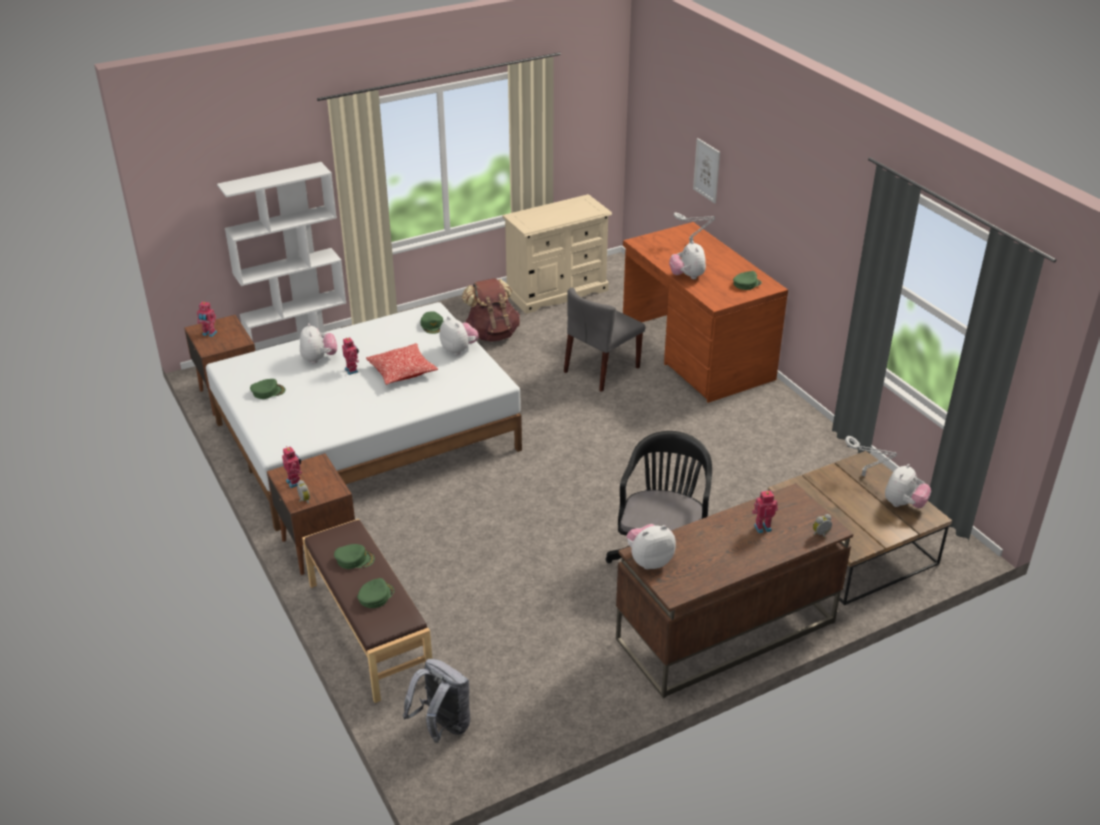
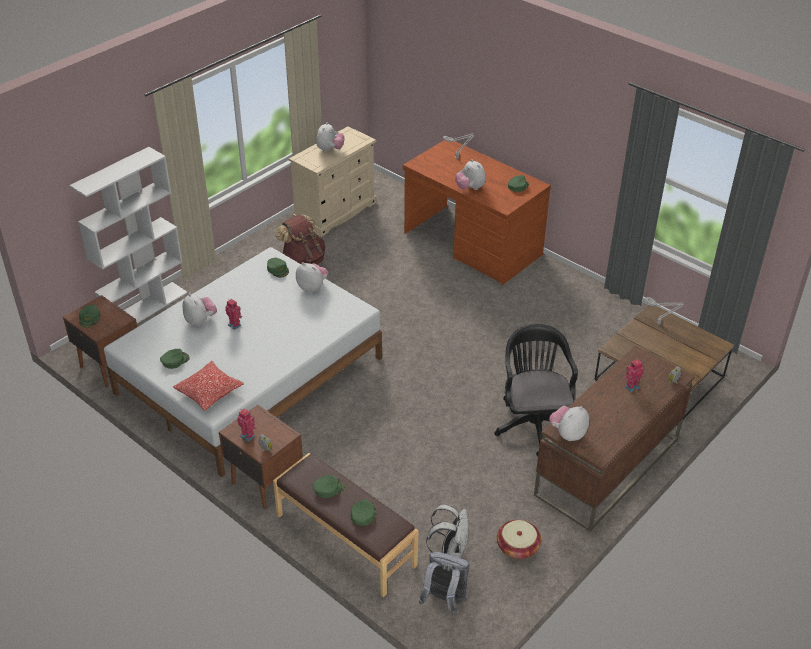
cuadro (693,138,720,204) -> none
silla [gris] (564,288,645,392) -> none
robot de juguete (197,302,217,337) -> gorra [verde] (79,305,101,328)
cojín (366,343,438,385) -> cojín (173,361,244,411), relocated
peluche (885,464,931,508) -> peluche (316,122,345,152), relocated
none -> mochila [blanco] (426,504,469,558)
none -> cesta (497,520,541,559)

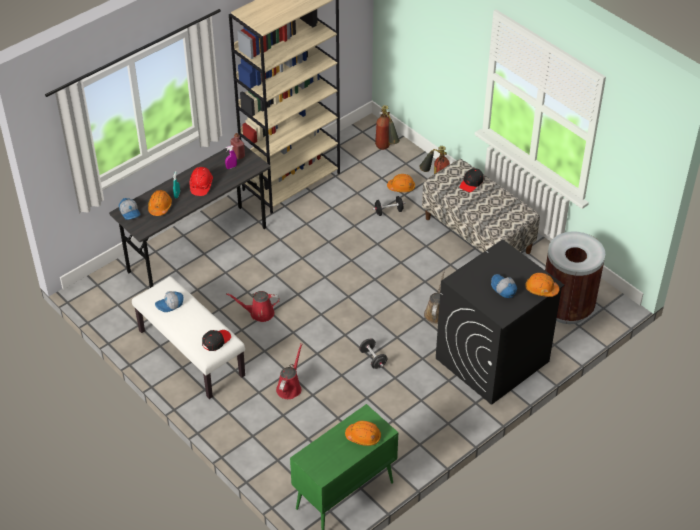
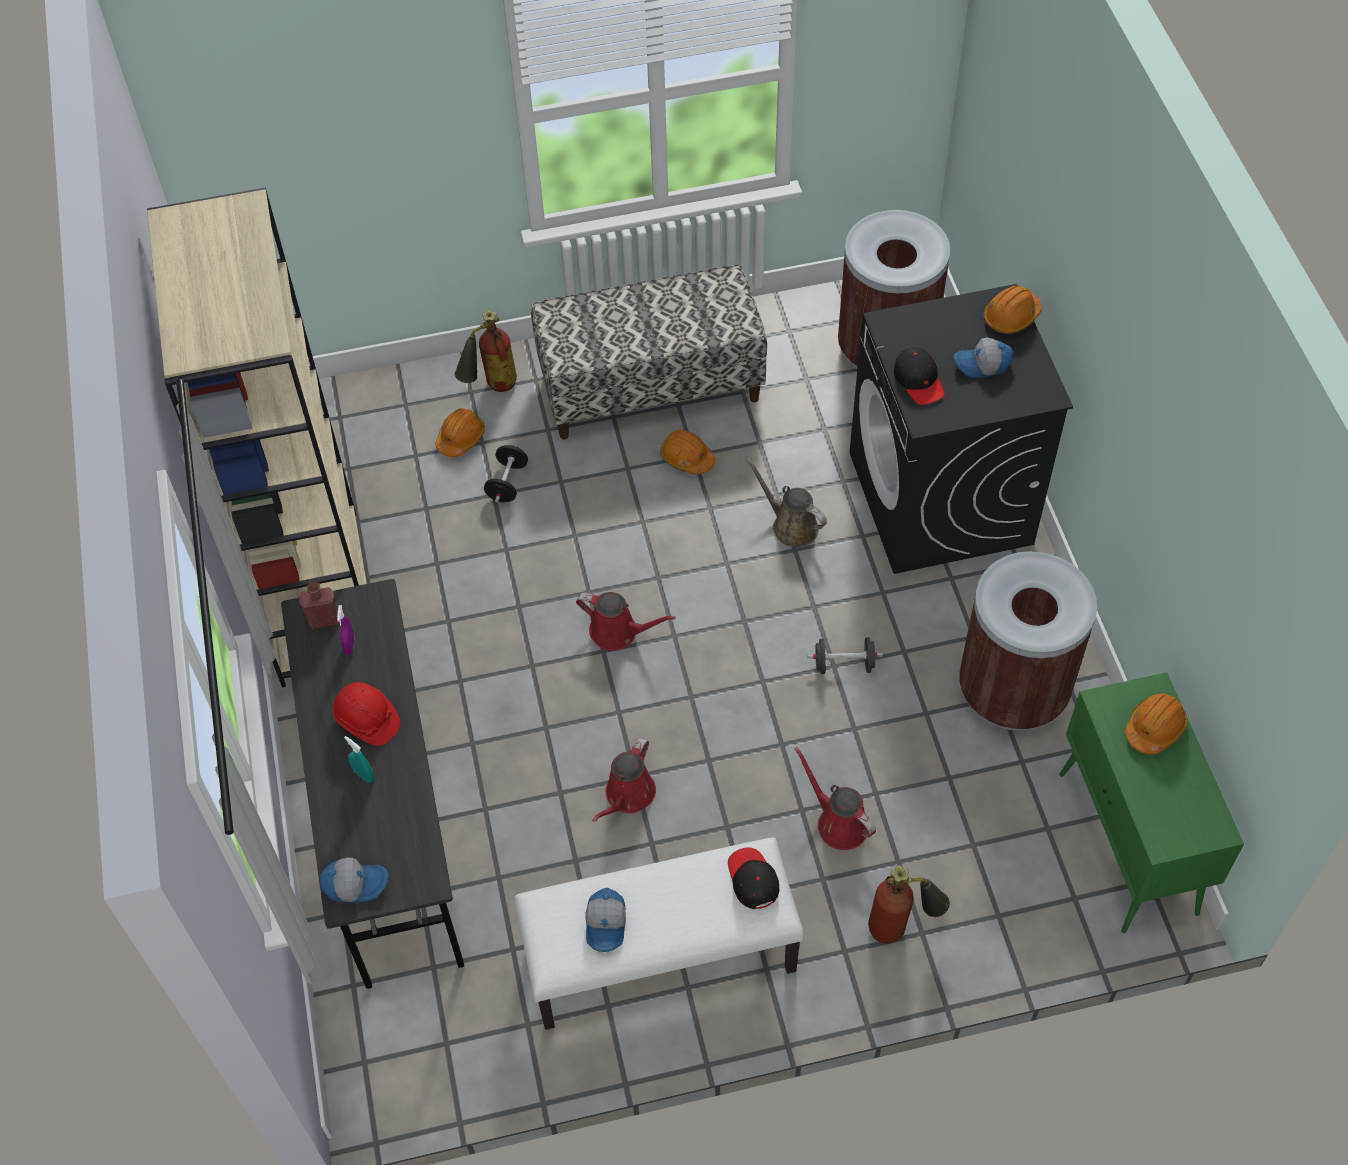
extintor (375,105,400,150) -> extintor (868,865,950,944), relocated
gorra [negro] (459,168,483,192) -> gorra [negro] (894,347,945,405), relocated
casco [naranja] (148,190,172,216) -> casco [naranja] (660,430,715,475), relocated
none -> papelera [marrón] (959,551,1097,730)
none -> regadera [rojo] (576,592,676,651)

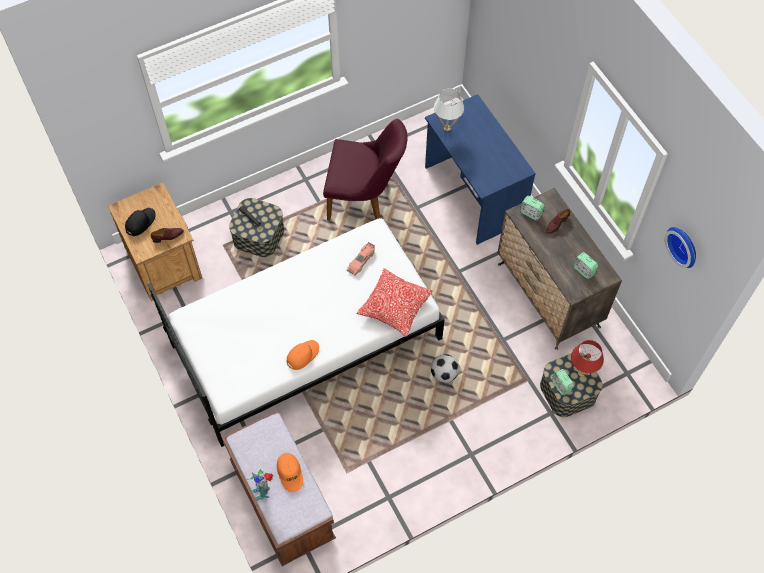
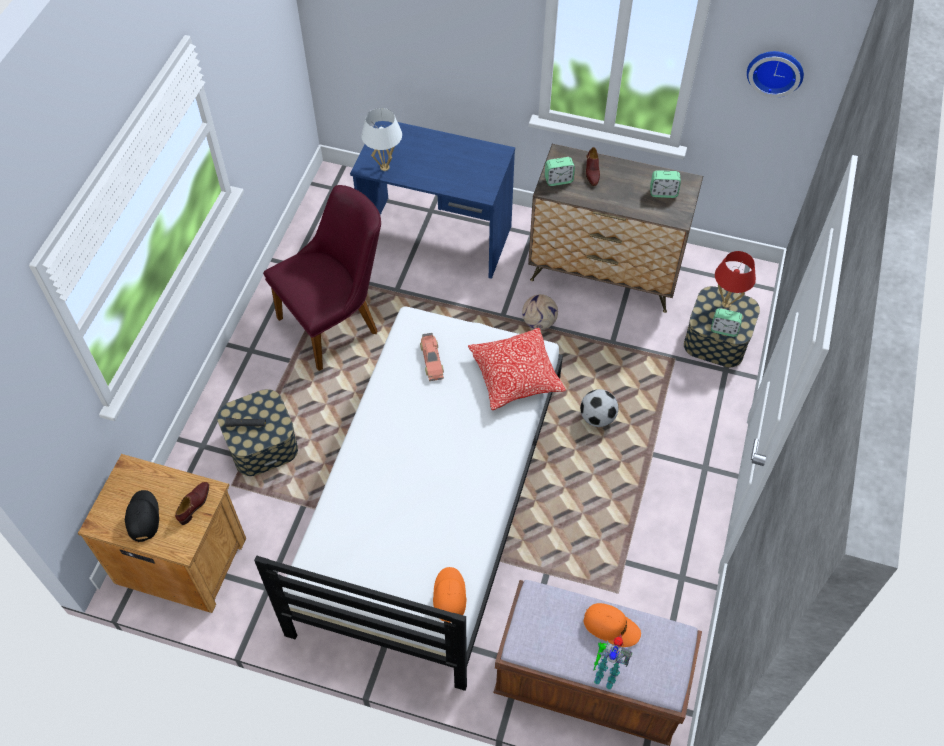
gorra [naranja] (287,340,319,370) -> gorra [naranja] (433,567,466,622), relocated
none -> balón de fútbol (522,294,558,330)

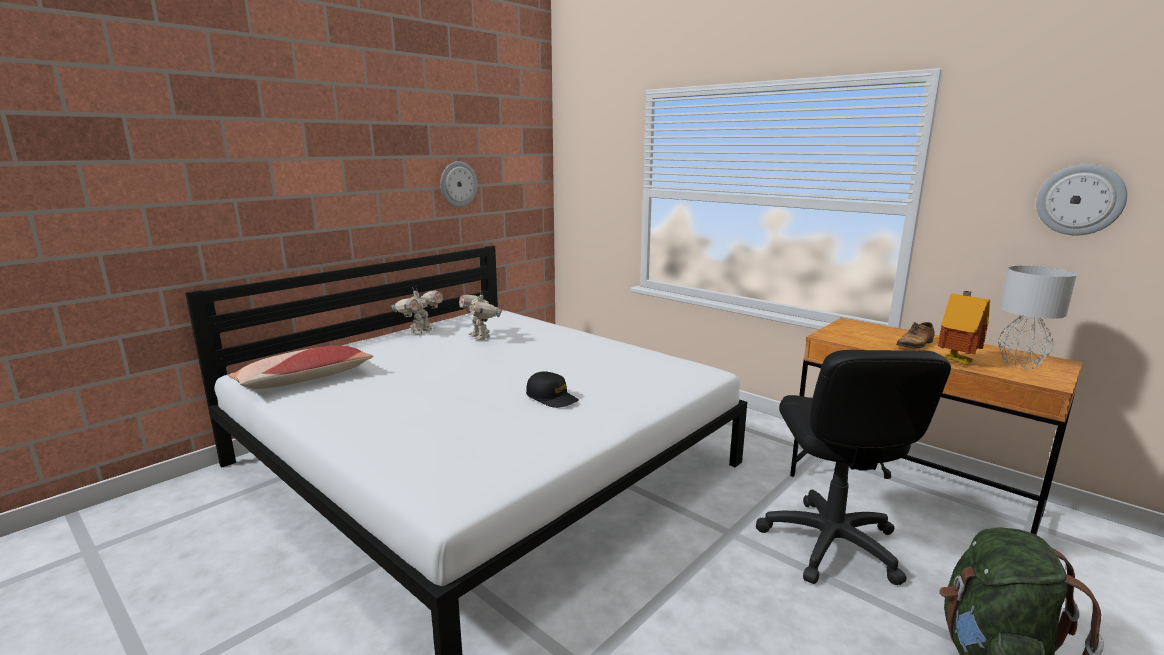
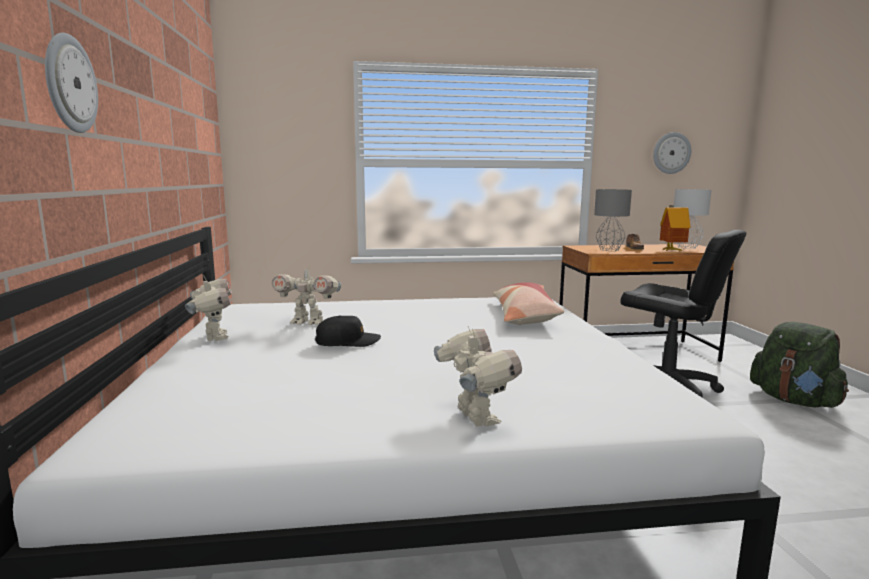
reloj de pared (440,161,477,207) -> reloj de pared (45,33,98,133), relocated
cojín (229,346,374,389) -> cojín (493,282,564,325), relocated
gorra [negro] (526,371,579,408) -> gorra [negro] (315,315,381,347), relocated
none -> lámpara de mesa [gris] (594,189,632,251)
none -> robot de juguete (434,327,522,427)

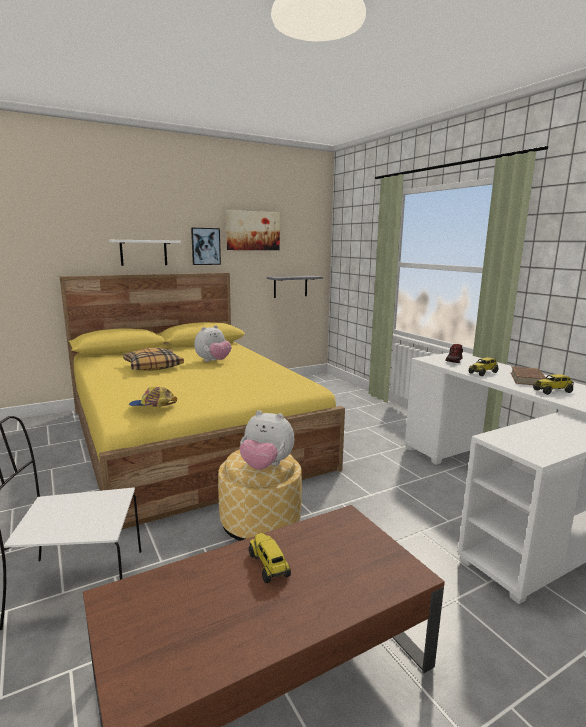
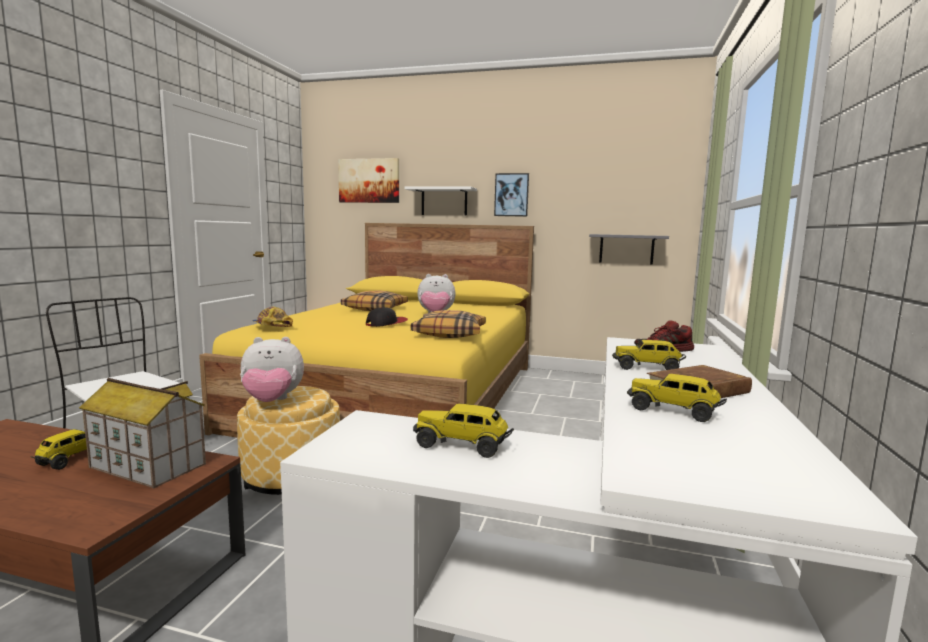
cuadro (226,210,280,250) -> cuadro (338,158,399,203), relocated
peluche (239,410,294,470) -> peluche (240,337,304,402), 75 degrees counterclockwise
none -> gorra (366,307,408,327)
none -> cojín (411,310,486,338)
none -> casita (79,378,206,489)
none -> camión de juguete (413,404,514,458)

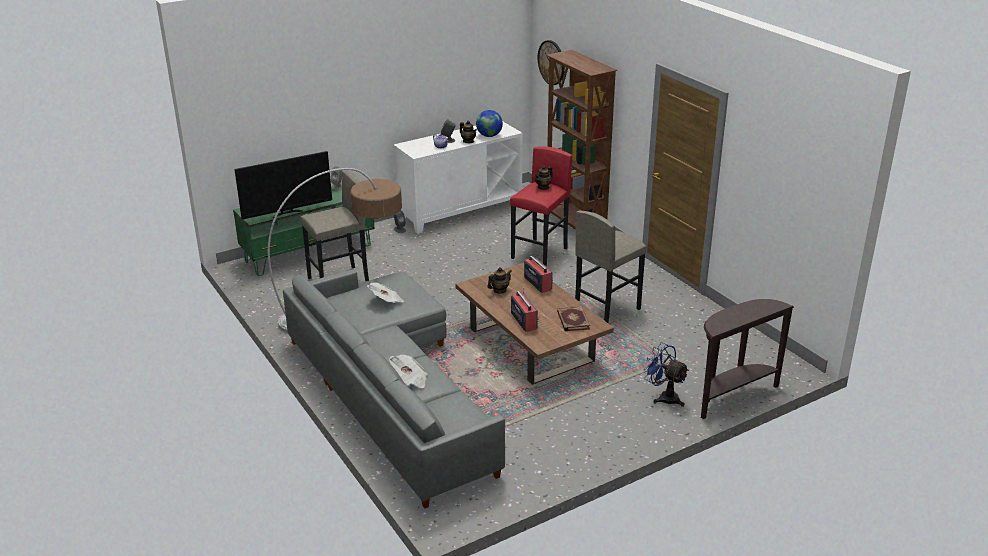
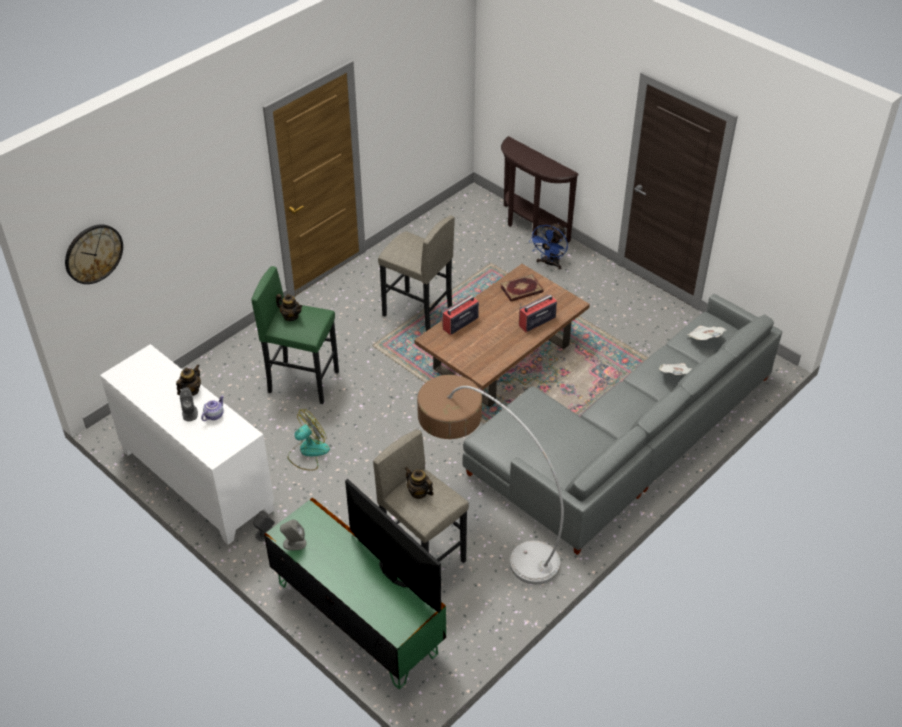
estantería [marrón] (546,50,617,230) -> none
globo terráqueo (476,110,503,137) -> none
taburete [rojo] (510,146,572,267) -> taburete [verde] (251,266,339,404)
tetera (487,267,512,293) -> tetera (404,467,434,499), relocated
periódico (367,283,404,303) -> periódico (687,326,726,340), relocated
none -> ventilador (288,409,330,471)

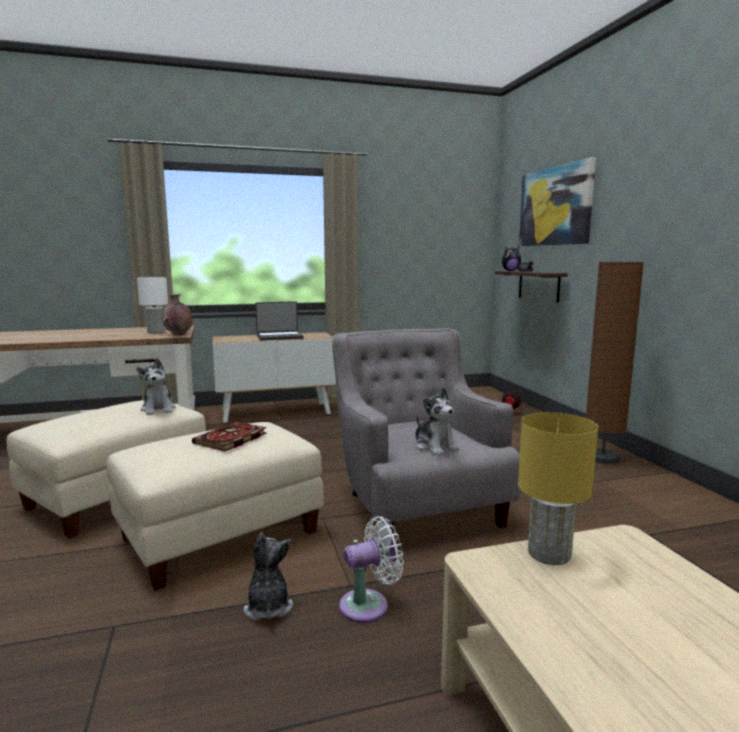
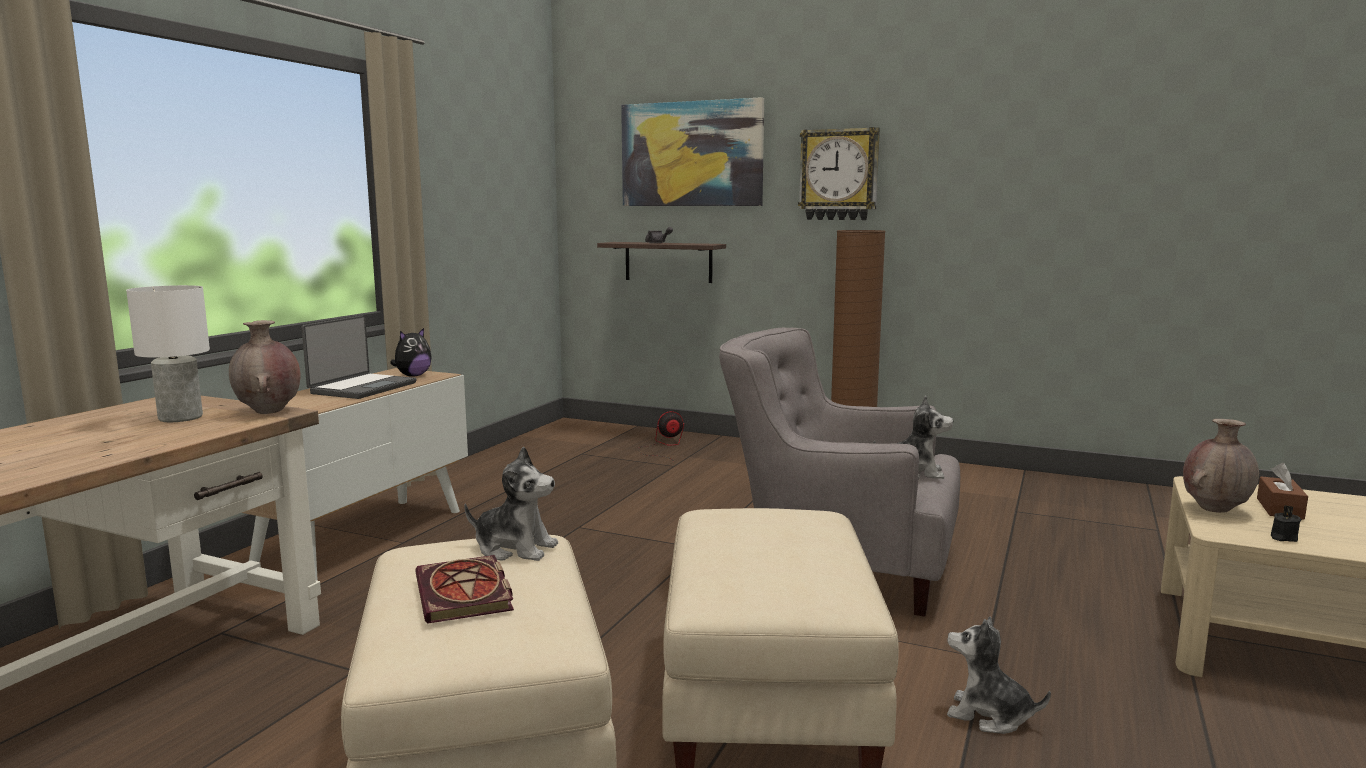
peluche (502,246,521,271) -> peluche (390,328,432,377), relocated
lámpara de mesa [amarillo] (518,412,598,565) -> florero [marrón] (1183,419,1259,513)
libro (192,422,267,451) -> libro (415,555,514,624), relocated
ventilador [blanco] (339,516,404,623) -> none
none -> reloj de pared (798,127,880,220)
none -> caja de pañuelos [marrón] (1257,463,1308,520)
none -> vela [negro] (1271,505,1302,542)

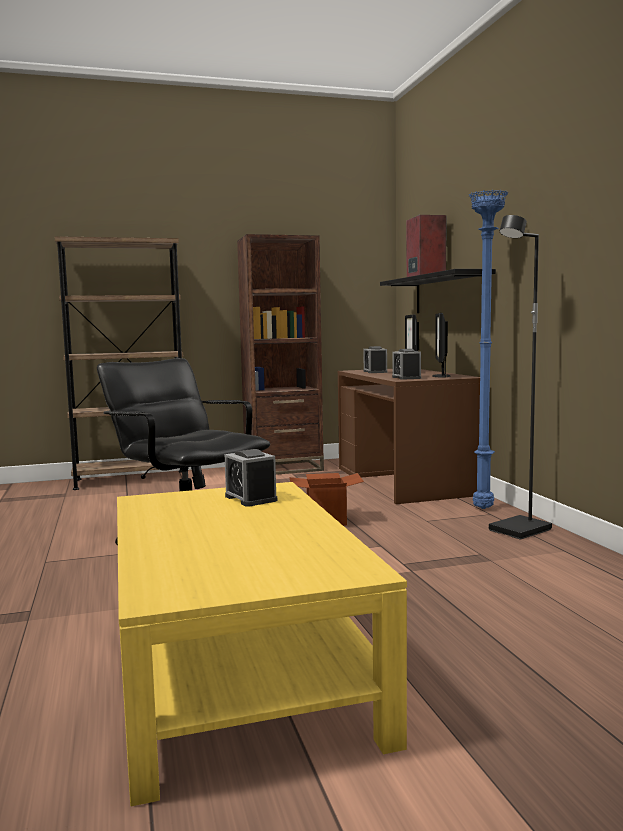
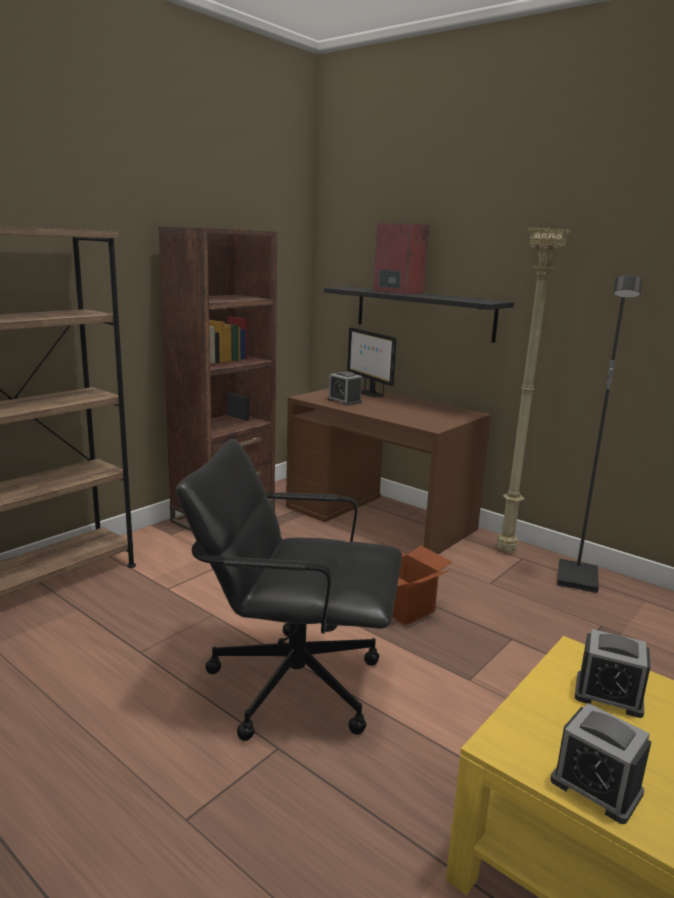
lámpara de pie [azul] (469,190,508,509) -> lámpara de pie [beis] (497,227,571,552)
monitor (432,313,450,378) -> none
despertador (392,349,421,380) -> despertador (550,703,651,824), relocated

